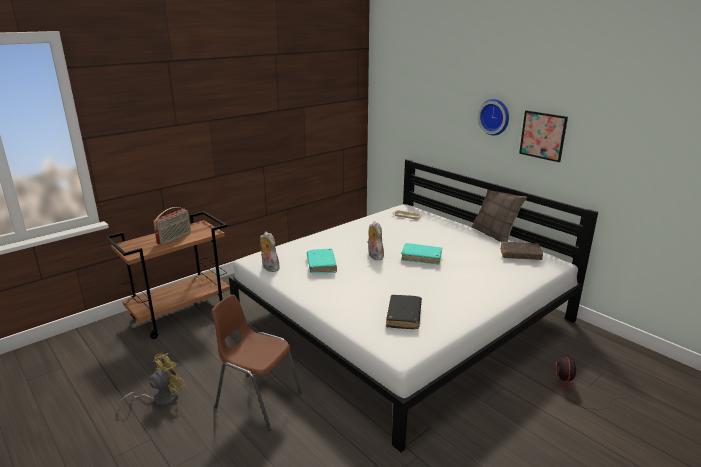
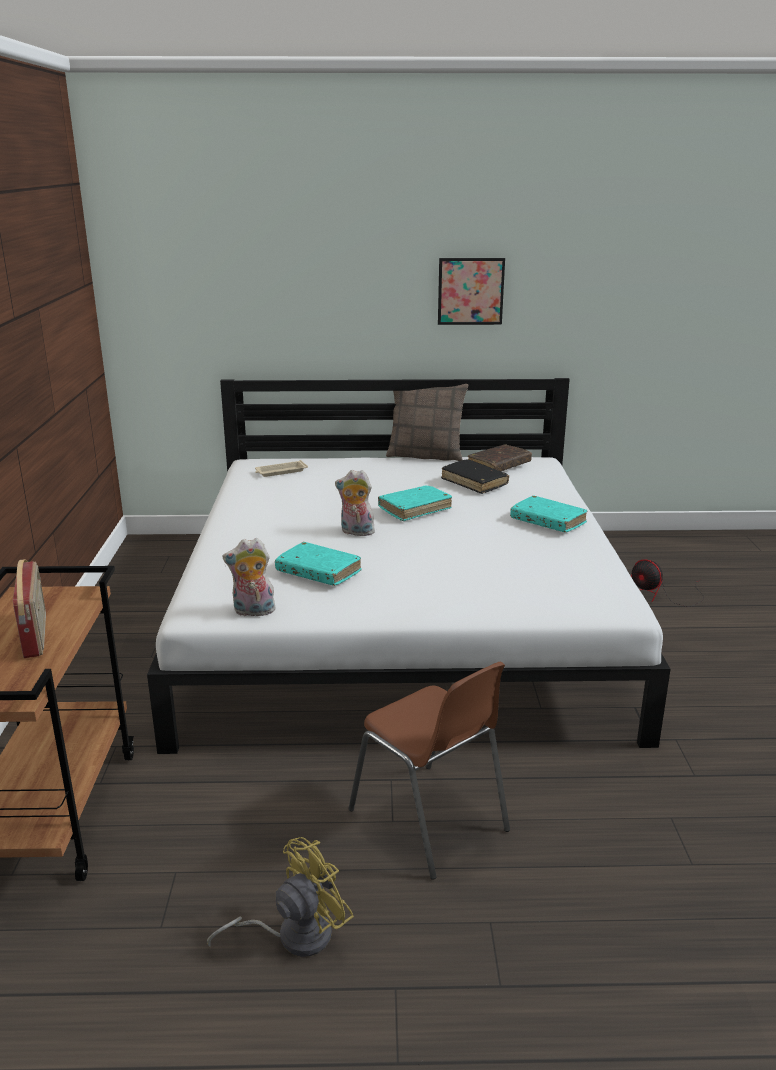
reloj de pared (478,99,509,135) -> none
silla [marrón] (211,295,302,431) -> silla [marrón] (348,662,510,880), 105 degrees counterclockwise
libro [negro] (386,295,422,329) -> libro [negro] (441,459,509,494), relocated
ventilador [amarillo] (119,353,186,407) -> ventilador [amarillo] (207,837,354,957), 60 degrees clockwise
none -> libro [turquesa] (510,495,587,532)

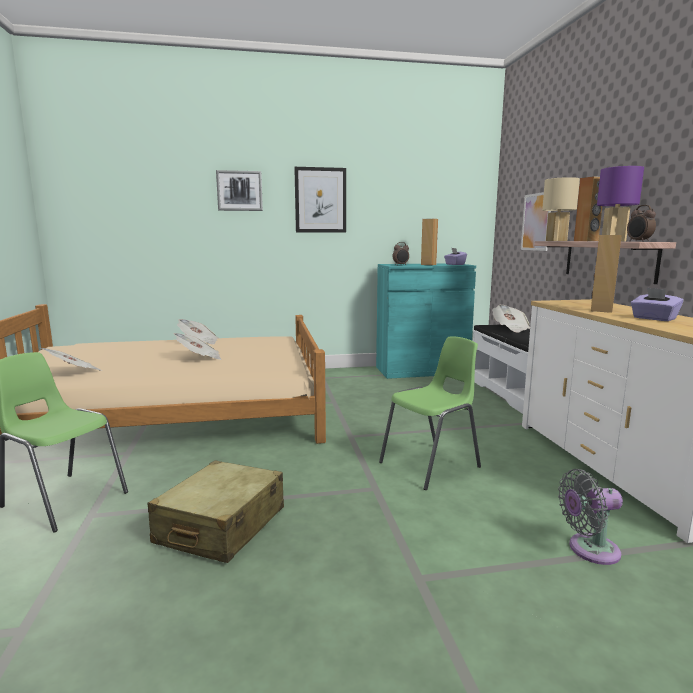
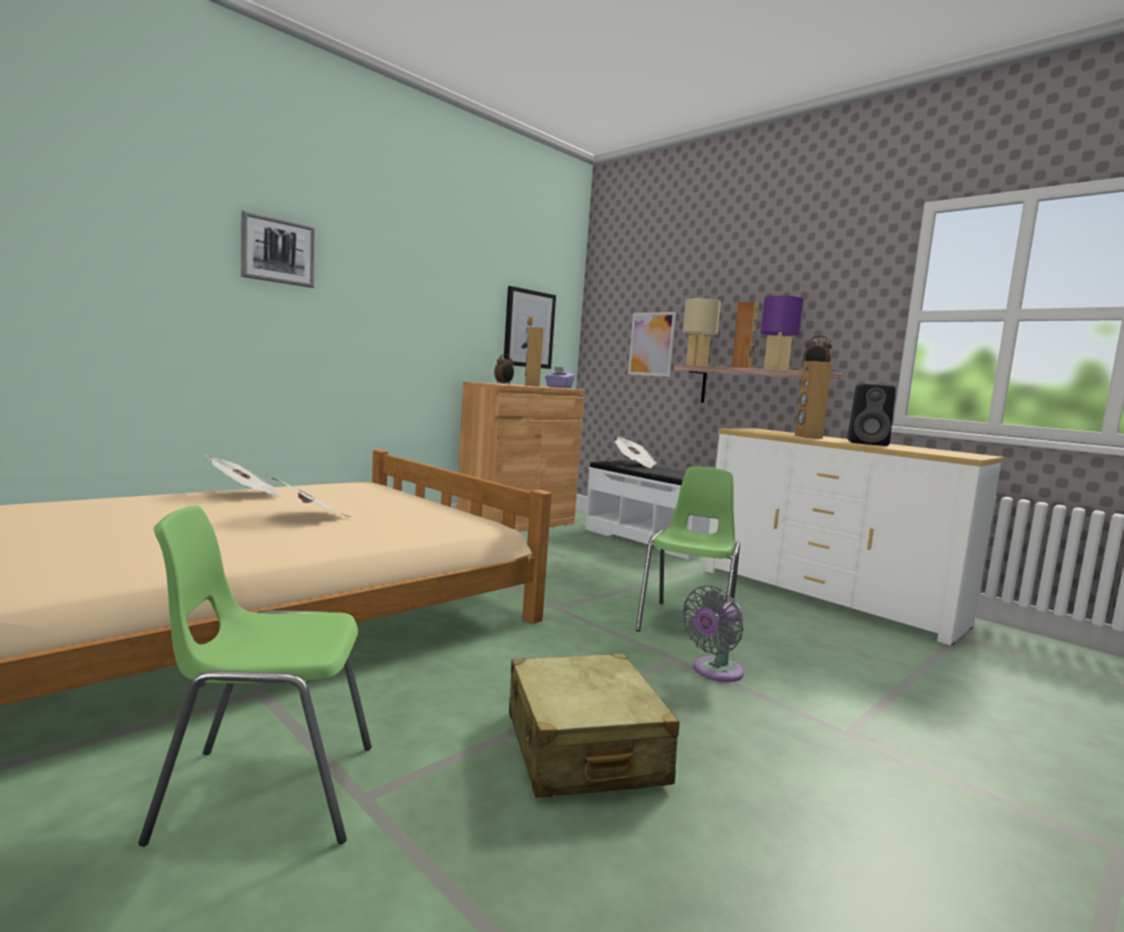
cuadro (294,167,346,233) -> cuadro (504,286,556,369), relocated
armario [turquesa] (376,263,476,379) -> armario [marrón] (456,381,585,532)
caja de pañuelos [morado] (631,288,684,321) -> altavoz [negro] (847,383,896,446)
periódico (41,348,104,371) -> none
ventilador [gris] (558,469,623,565) -> ventilador [gris] (682,585,744,682), relocated

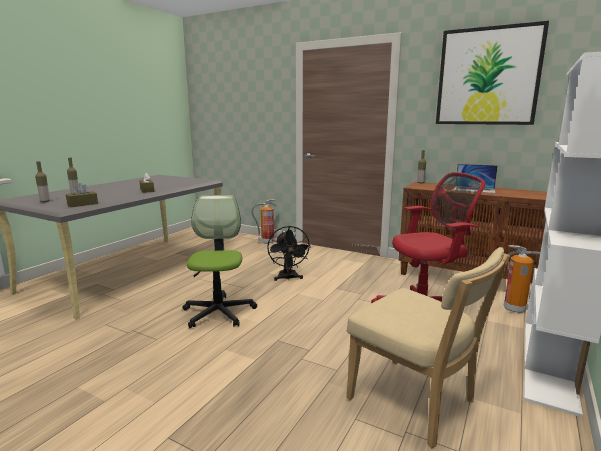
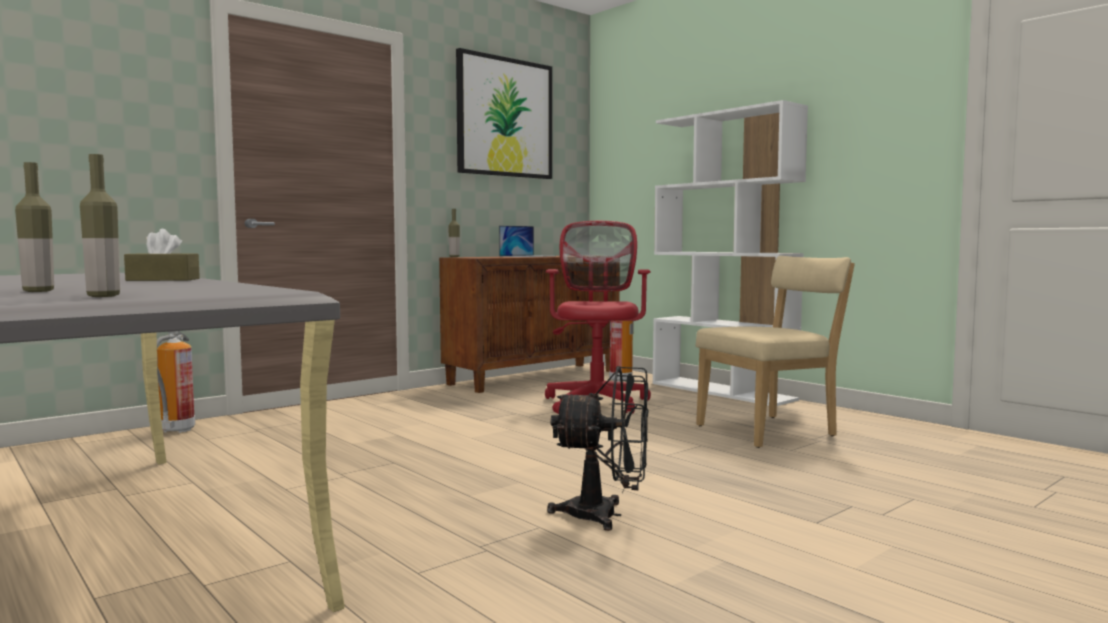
caja de pañuelos [marrón] (66,183,98,207) -> none
silla de oficina (183,195,257,328) -> none
ventilador [negro] (267,226,311,281) -> ventilador [negro] (547,366,649,531), relocated

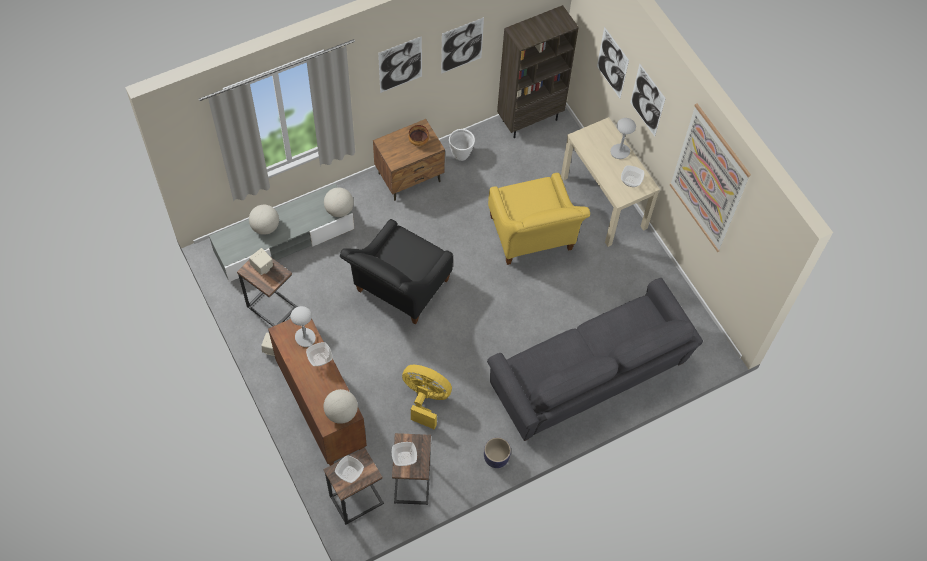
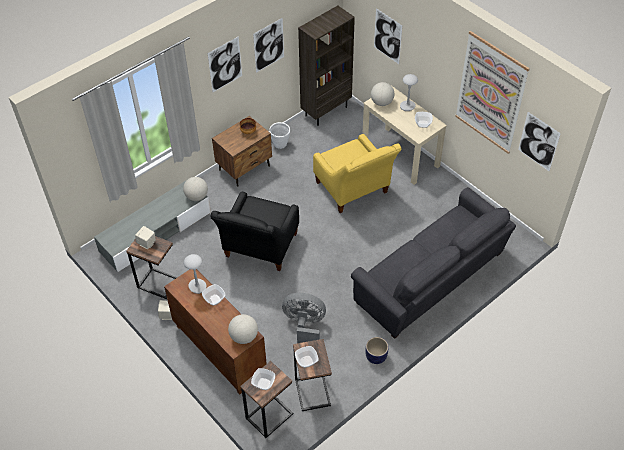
cuadro (630,64,666,136) -> cuadro (518,112,561,171), relocated
globo terráqueo (249,205,279,235) -> globo terráqueo (371,82,394,106), relocated
ventilador [amarillo] (402,365,452,430) -> ventilador [gris] (282,293,326,343)

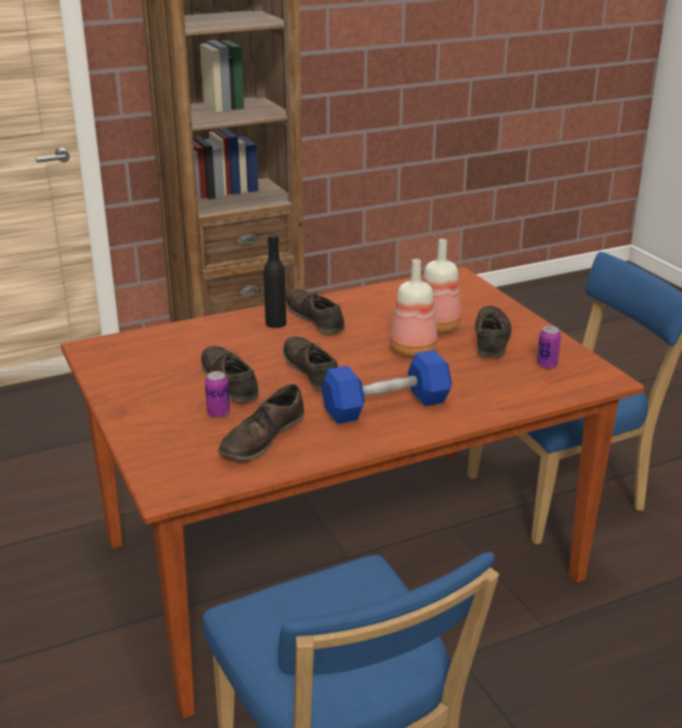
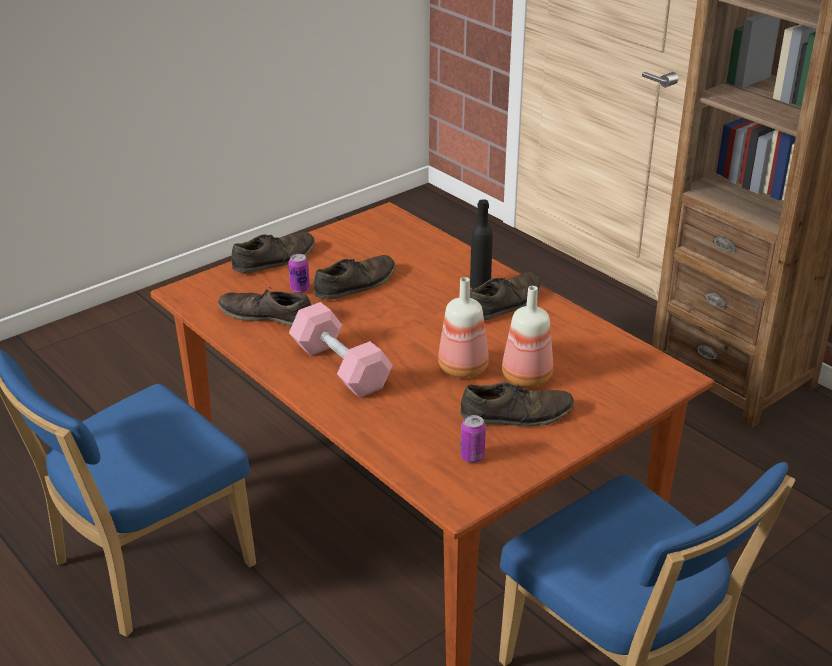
zapato [marrón] (283,336,338,392) -> zapato [marrón] (231,232,315,273), relocated
mancuerna [azul] (321,350,452,424) -> mancuerna [rosa] (289,302,393,398)

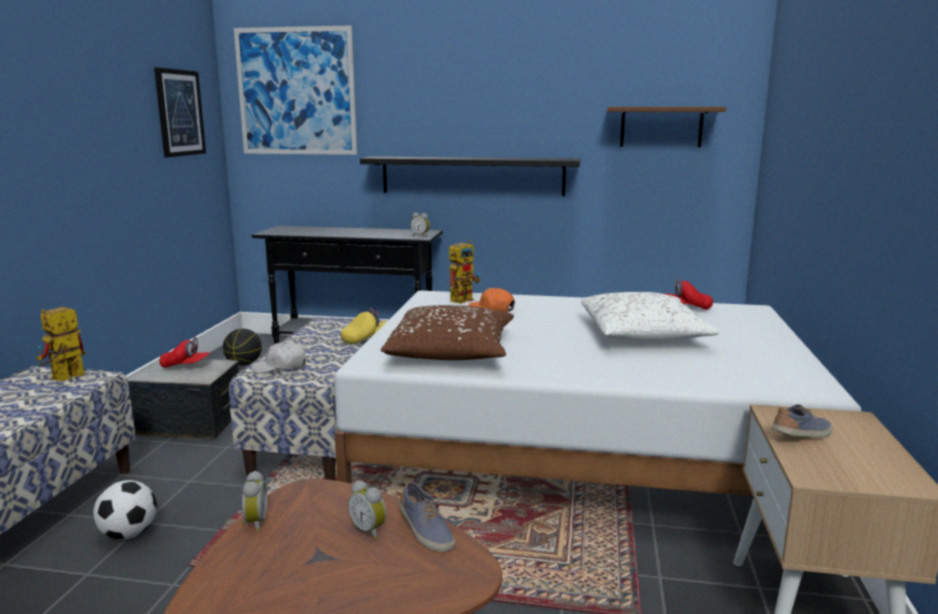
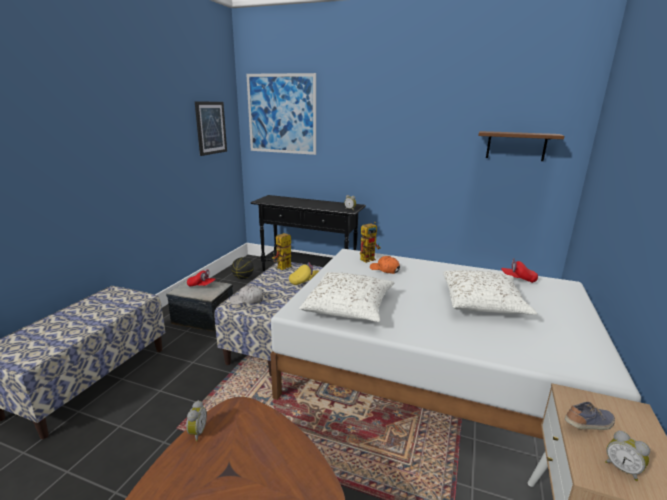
estante [negro] (360,156,580,196) -> none
cojín [marrón] (381,305,514,360) -> cojín [blanco] (299,272,394,322)
robot de juguete (36,307,86,382) -> robot de juguete (272,233,292,270), relocated
balón de fútbol (93,480,157,540) -> none
despertador (348,480,386,540) -> despertador (605,431,650,481), relocated
zapato (399,481,455,552) -> none

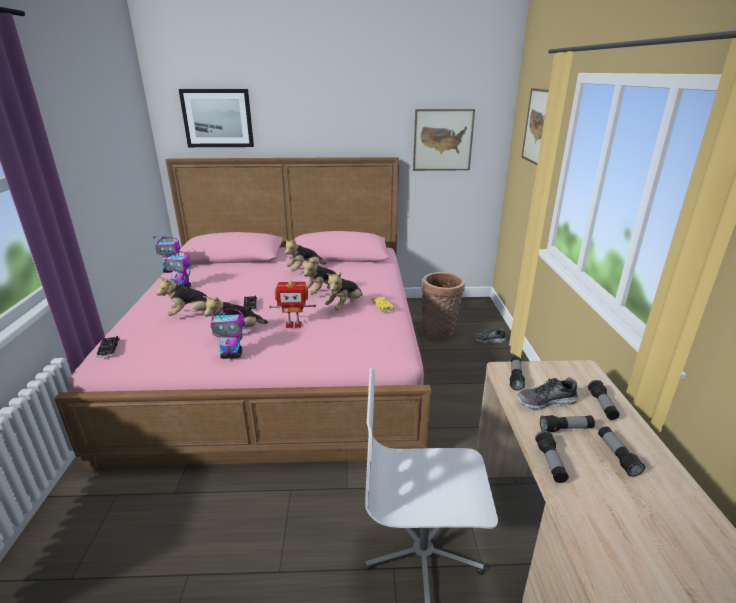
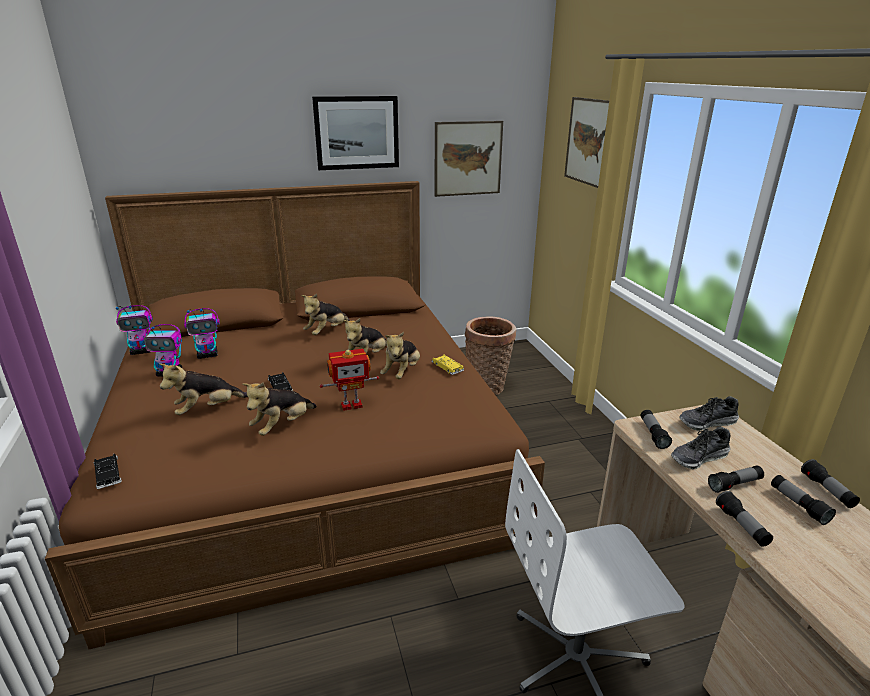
cuadro (179,89,254,147) -> cuadro (312,96,399,170), relocated
cama [rosa] (54,157,431,469) -> cama [marrón] (45,181,545,649)
robot de juguete (210,309,245,359) -> robot de juguete (184,308,220,359), relocated
zapato (473,328,506,343) -> zapato (679,396,739,431), relocated
linterna (588,380,620,420) -> linterna (801,459,860,508), relocated

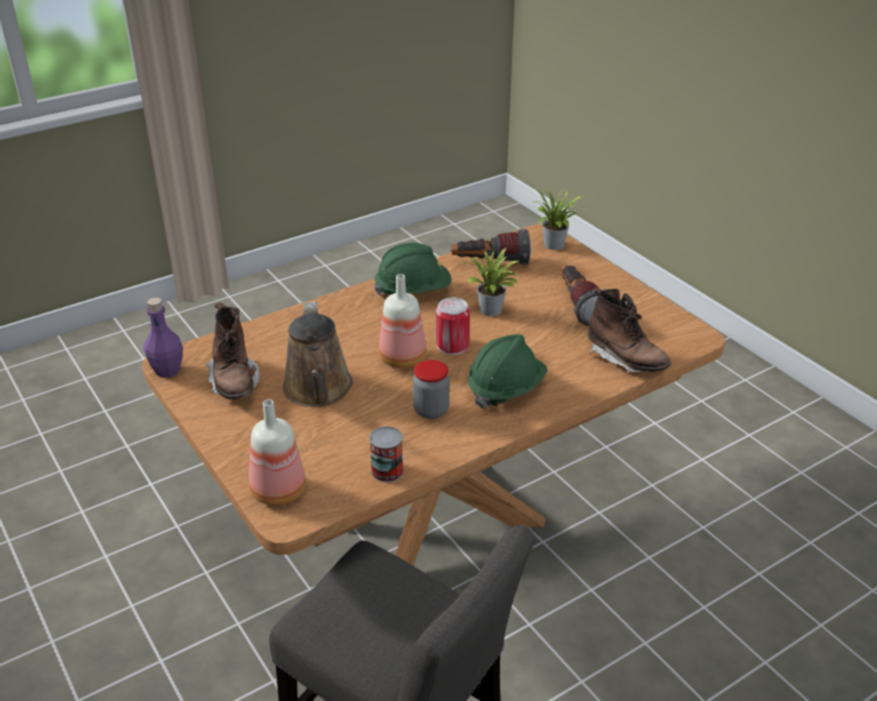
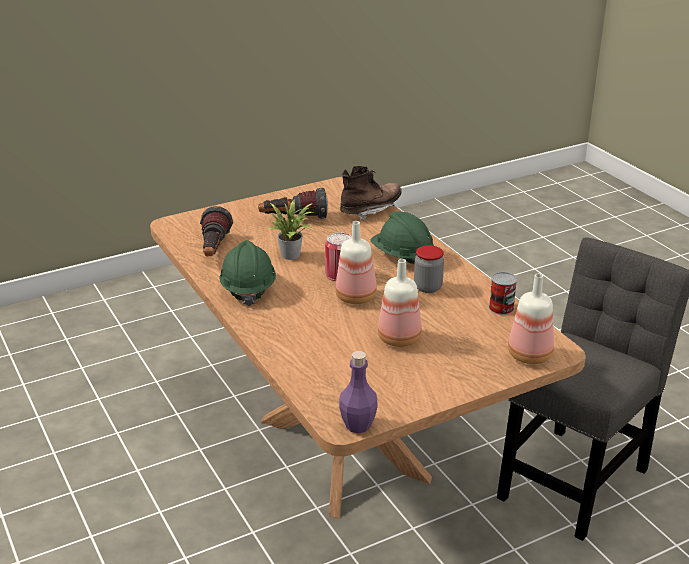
planta en maceta (532,188,582,250) -> none
regadera [marrón] (283,301,353,407) -> botella (378,259,422,347)
bota [marrón] (206,302,260,400) -> none

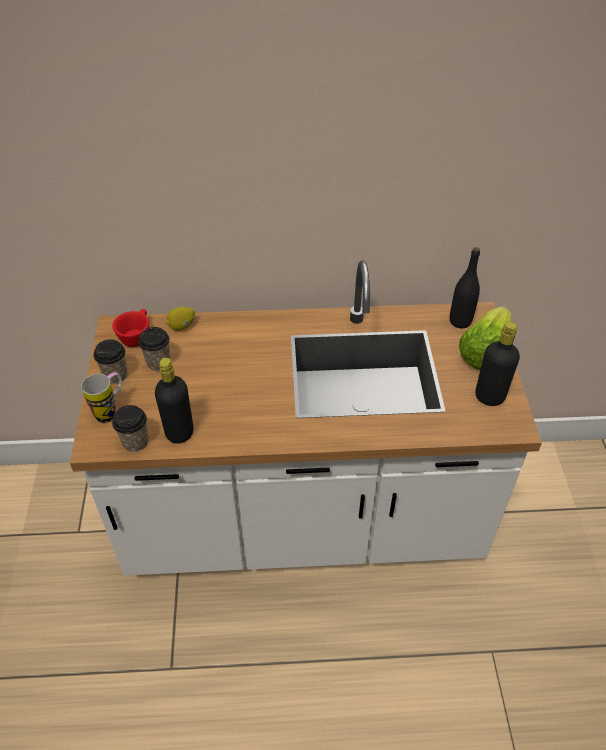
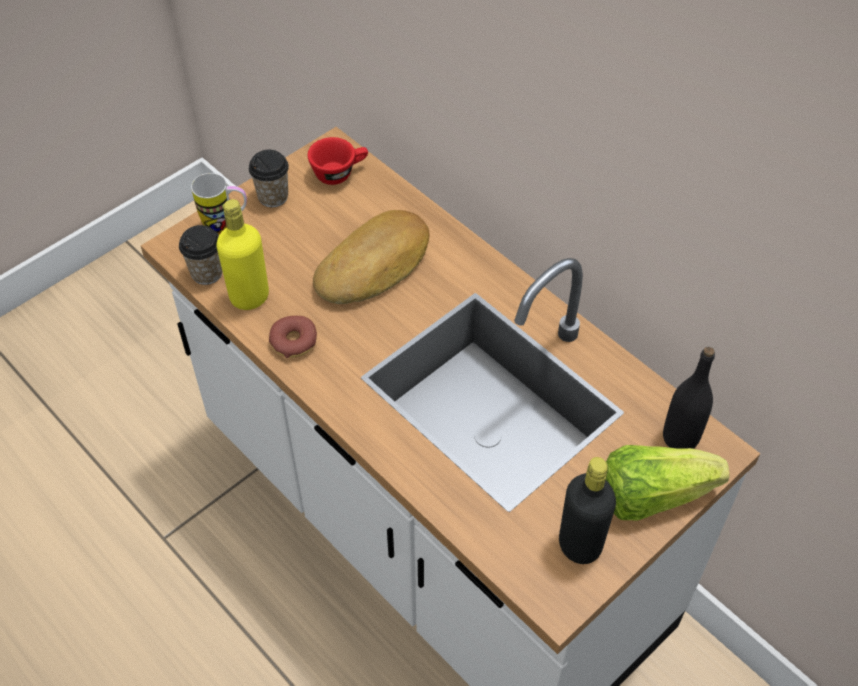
limón (166,307,195,331) -> none
taza (138,327,170,371) -> none
botella [negro] (155,358,194,444) -> botella [amarillo] (216,199,269,310)
none -> pan (313,210,430,304)
none -> rosquilla (269,316,317,358)

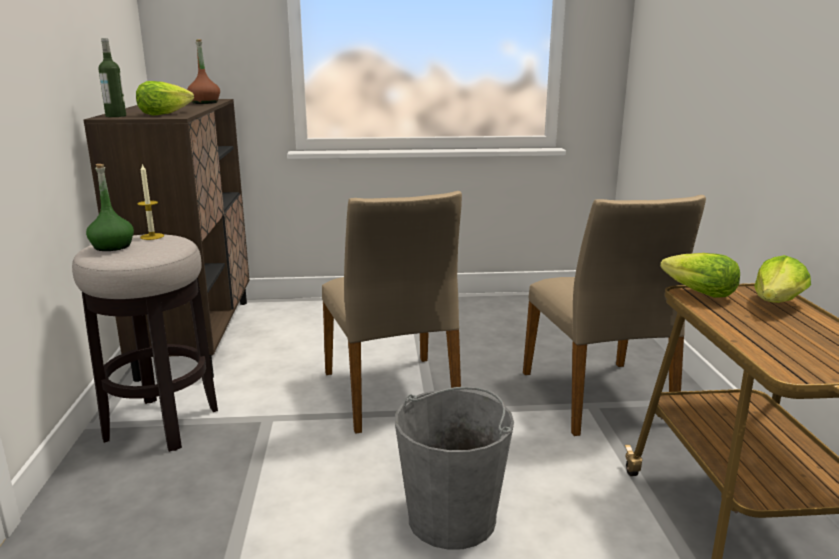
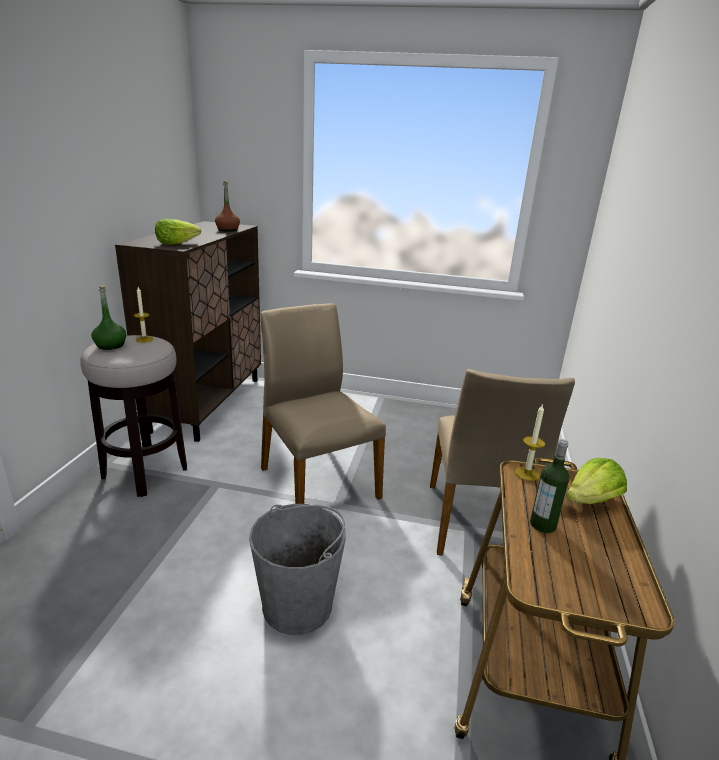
botella (98,38,126,117) -> botella (530,439,570,533), relocated
silla [beis] (322,191,462,434) -> silla [beis] (261,303,386,504), 150 degrees clockwise
lechuga (660,253,740,298) -> vela (515,403,545,481)

